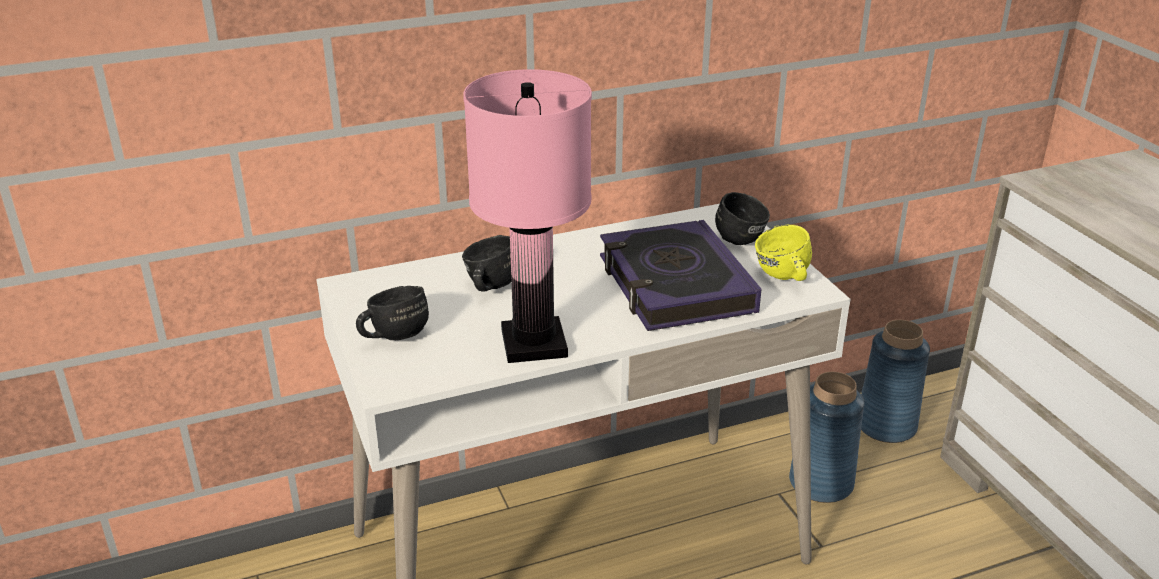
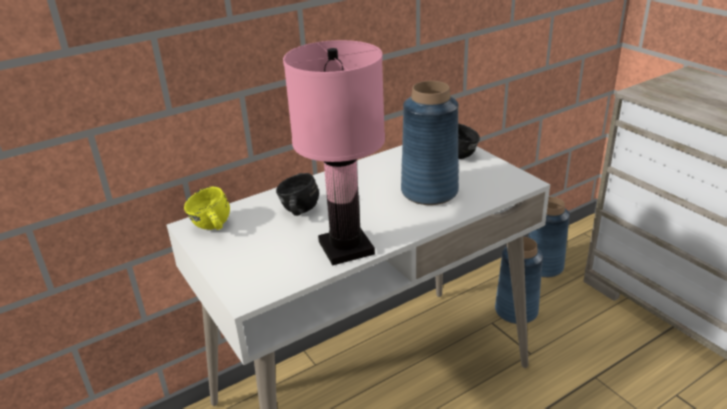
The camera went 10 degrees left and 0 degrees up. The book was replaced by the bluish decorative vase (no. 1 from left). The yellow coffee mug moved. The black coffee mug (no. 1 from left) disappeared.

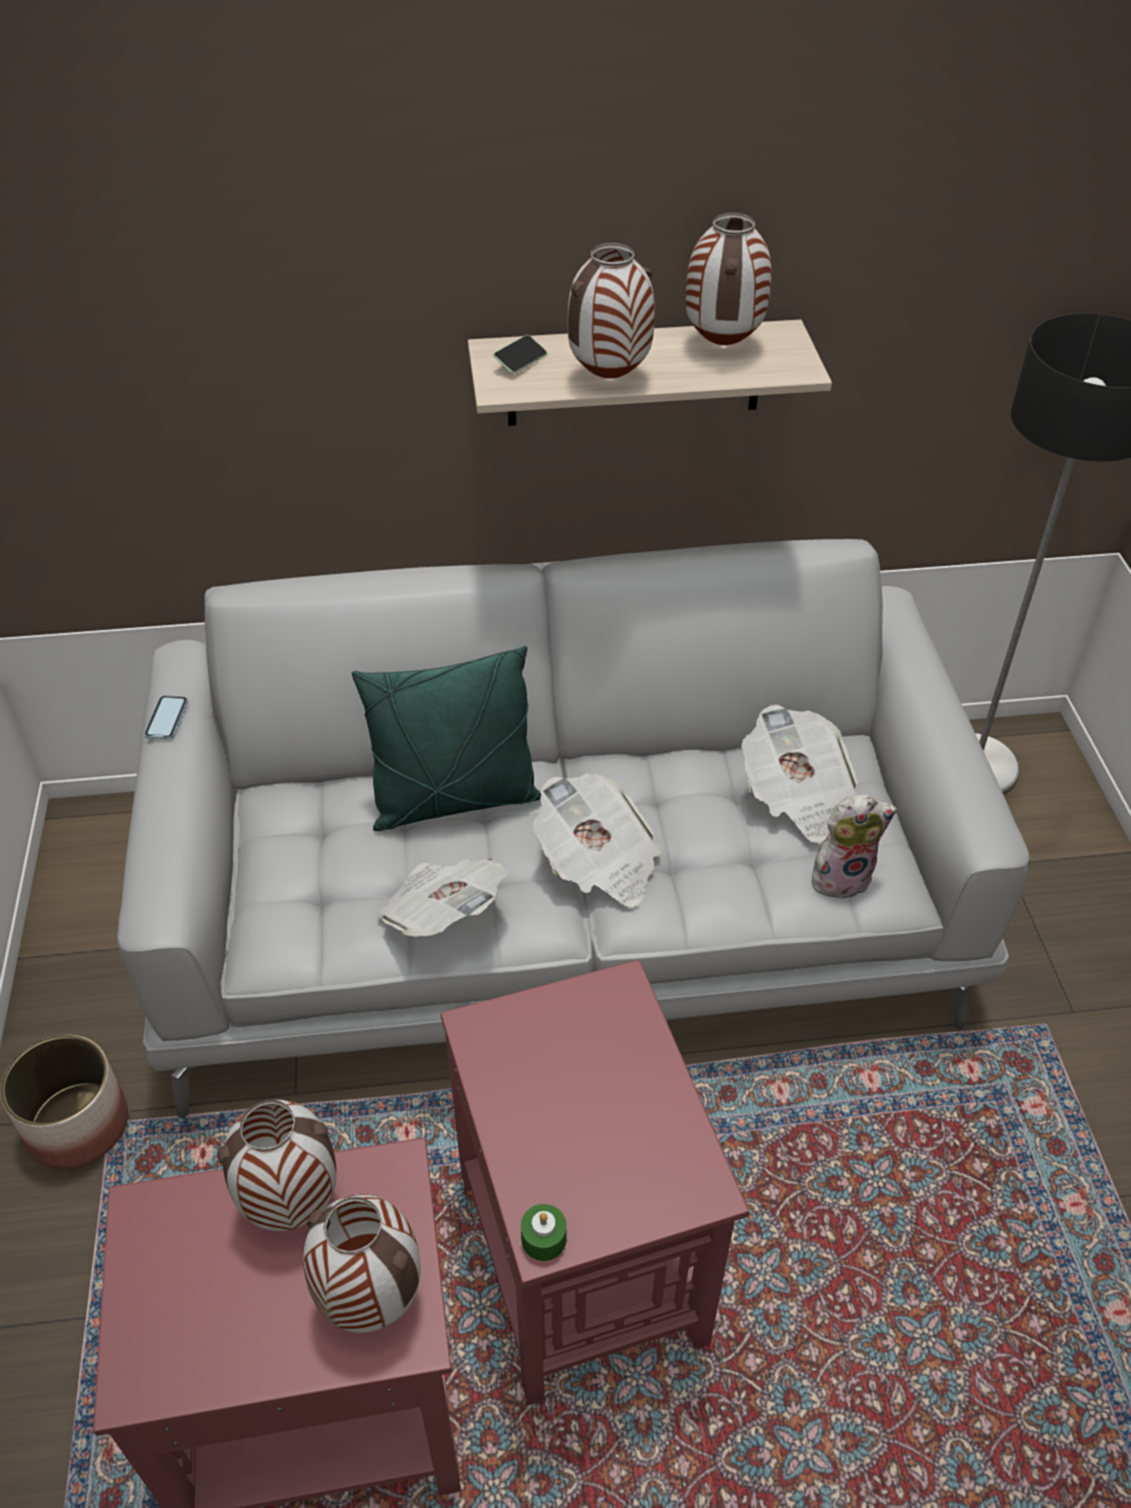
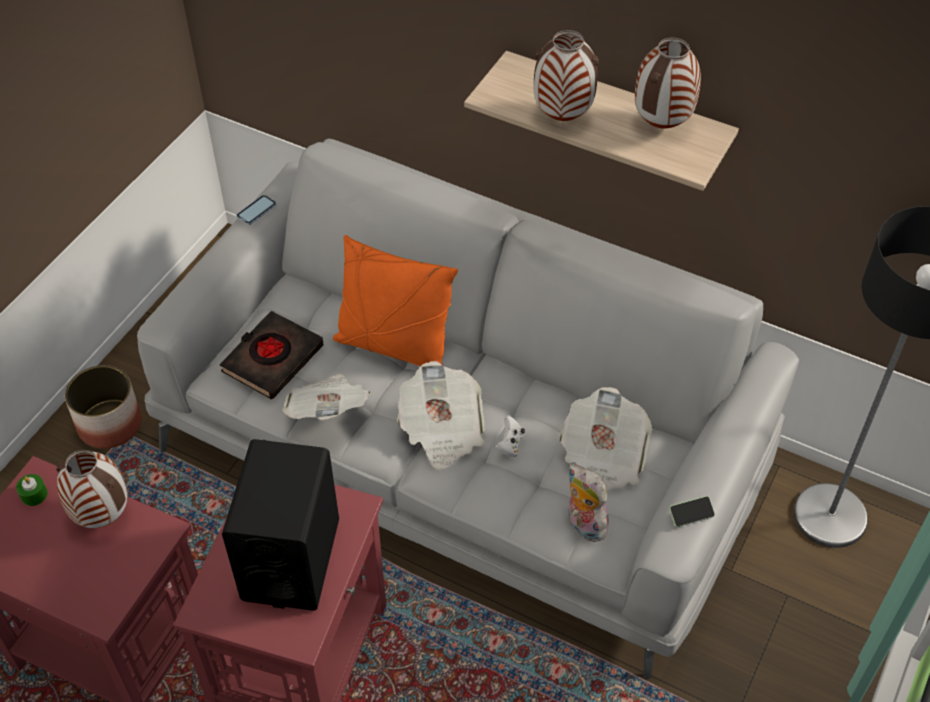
The camera went 35 degrees right and 5 degrees up. The telephone (no. 2 from left) moved. The green throw pillow became the orange-coloured throw pillow. The plush toy turned 150 degrees counterclockwise. The decorative vase (no. 2 from left) disappeared. The green wax candle moved. The black book appeared. The whitish gamepad appeared. The black loudspeaker appeared.

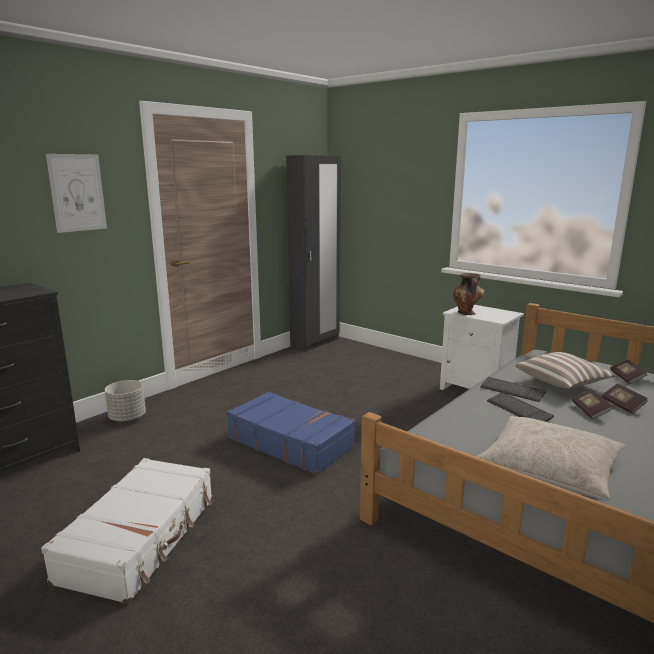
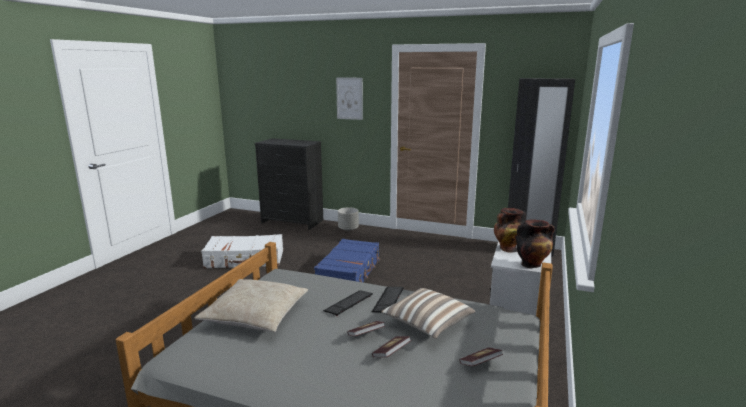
The camera went 70 degrees right and 0 degrees up. The decorative vase (no. 2 from left) appeared.

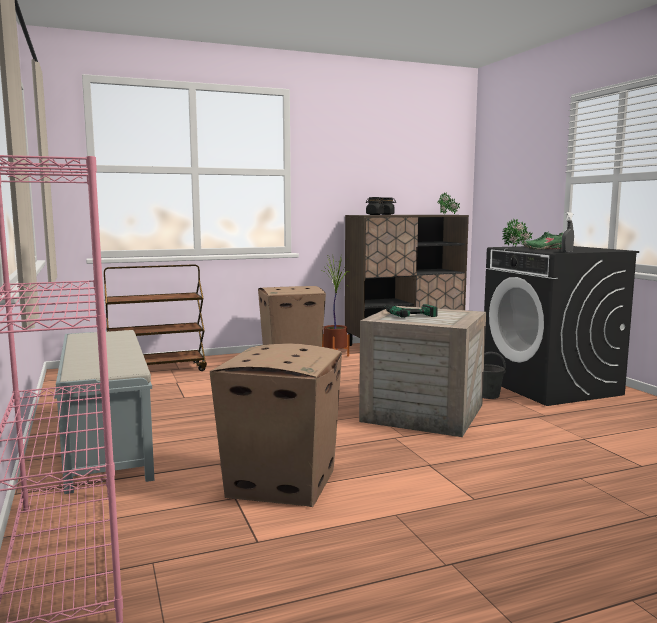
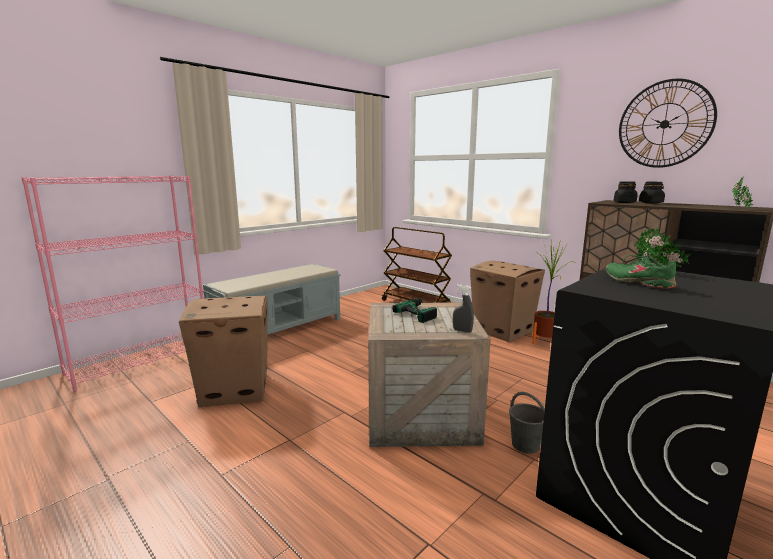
The camera went 65 degrees right and 5 degrees up. The gray hand sprayer moved. The wall clock appeared.

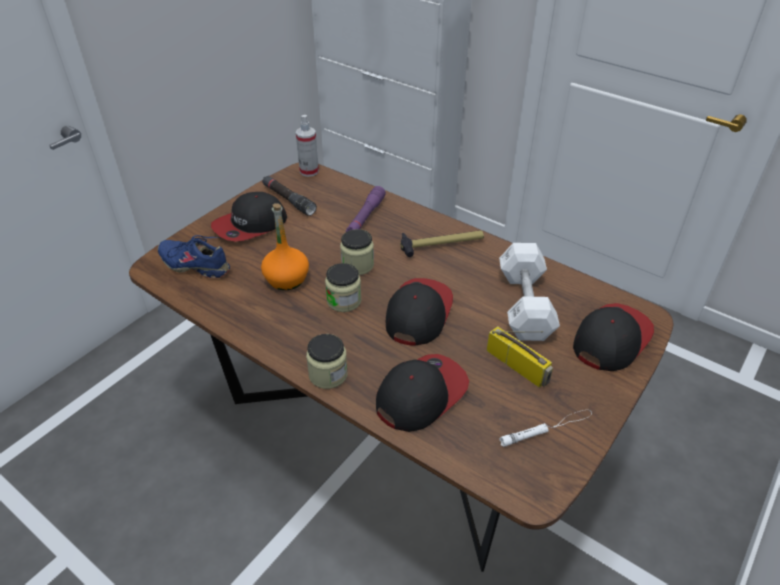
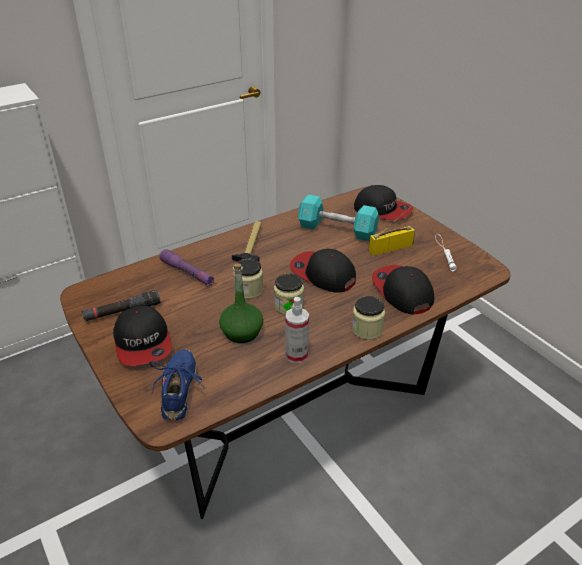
The camera went 70 degrees left and 5 degrees down. The hand sprayer moved. The orange-coloured bottle became the green bottle. The bluish shoe turned 135 degrees clockwise. The whitish dumbbell became the blue-green dumbbell. The peaked cap (no. 4 from left in the first image) turned 150 degrees clockwise.

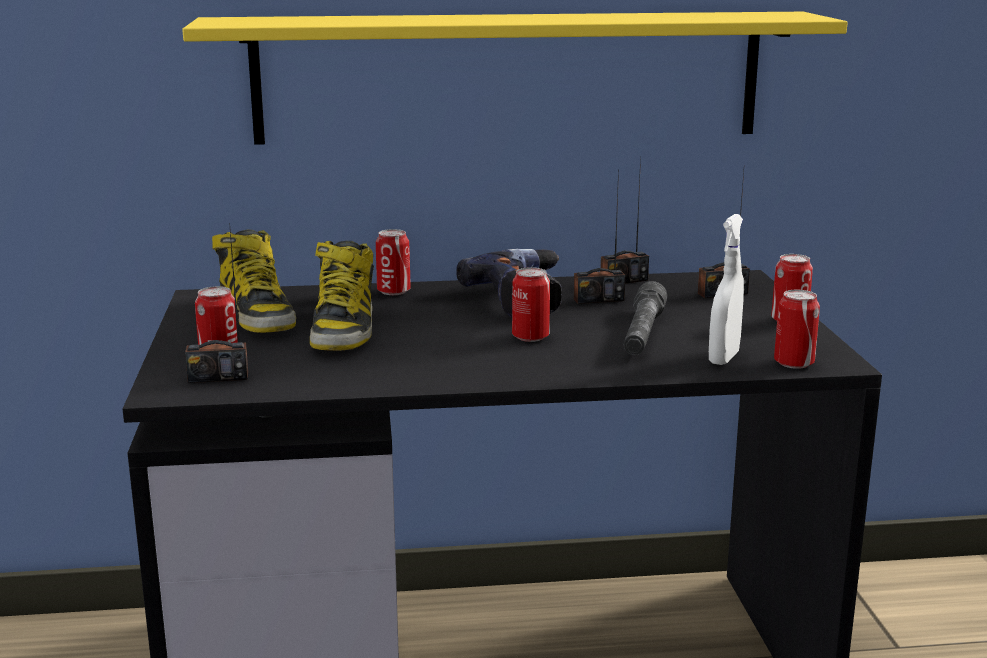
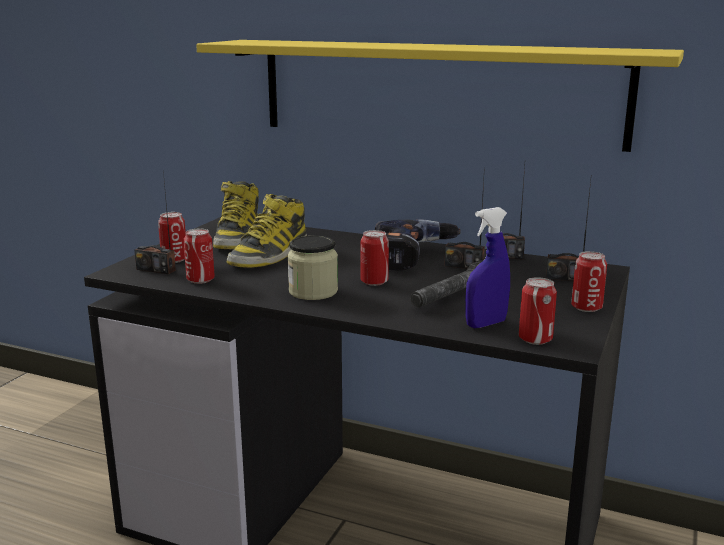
The camera went 30 degrees right and 0 degrees up. The whitish hand sprayer became the bluish hand sprayer. The sealed can (no. 2 from left) moved. The preserve jar appeared.

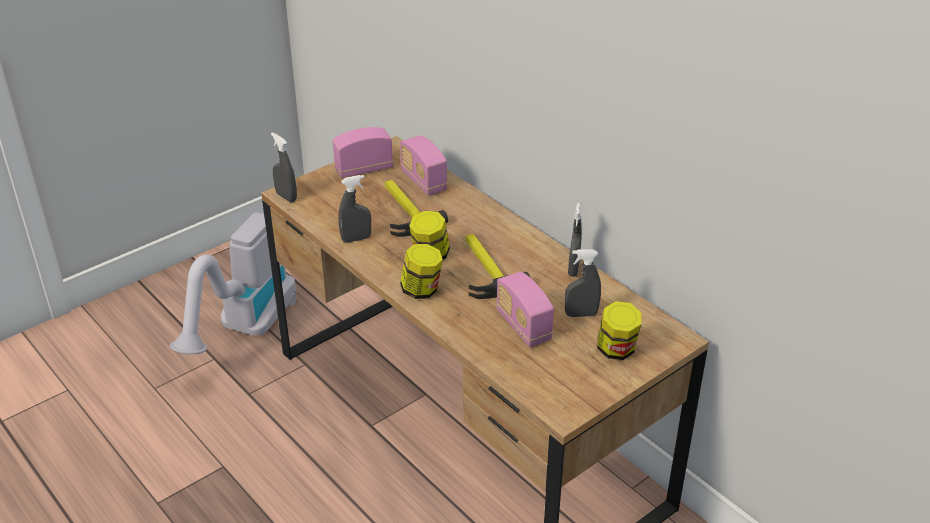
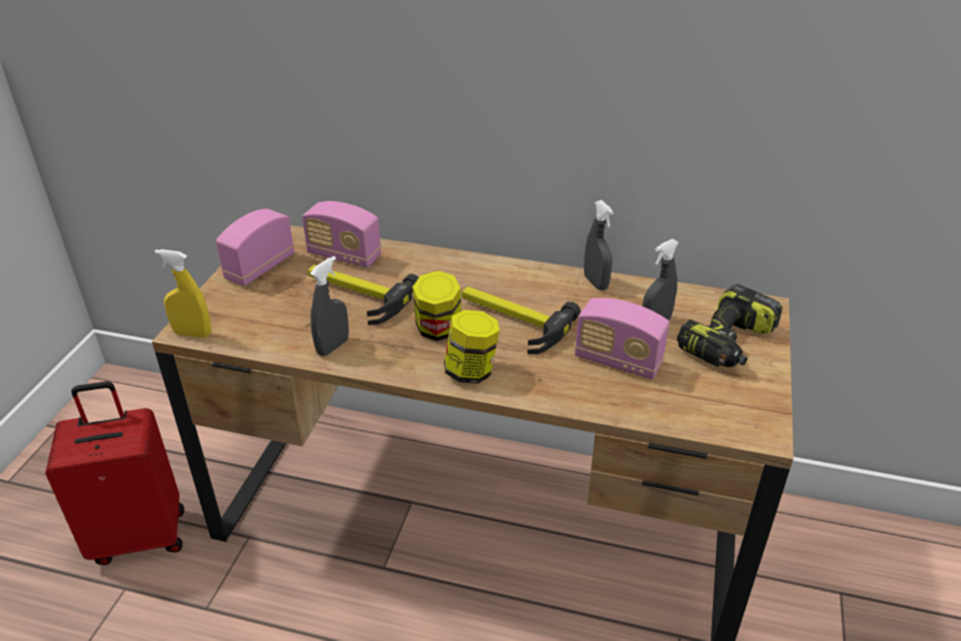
The camera went 35 degrees left and 0 degrees up. The gray hand sprayer (no. 1 from left) became the yellow hand sprayer. The hoover was replaced by the red-coloured suitcase. The preserve jar (no. 3 from left) was replaced by the drill.

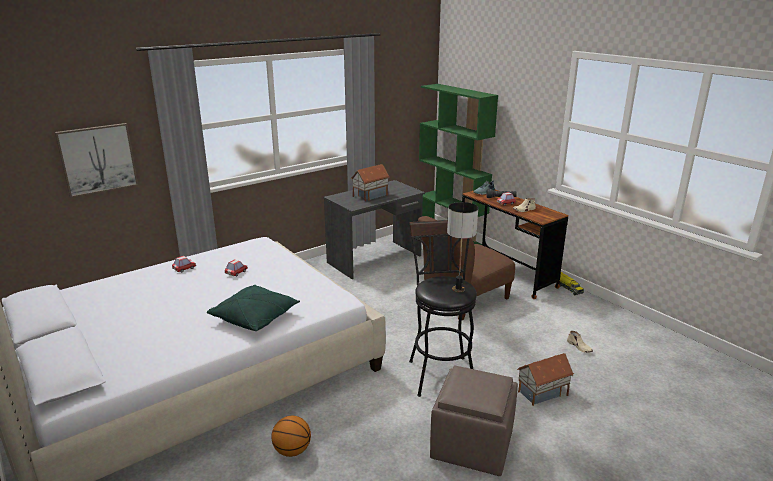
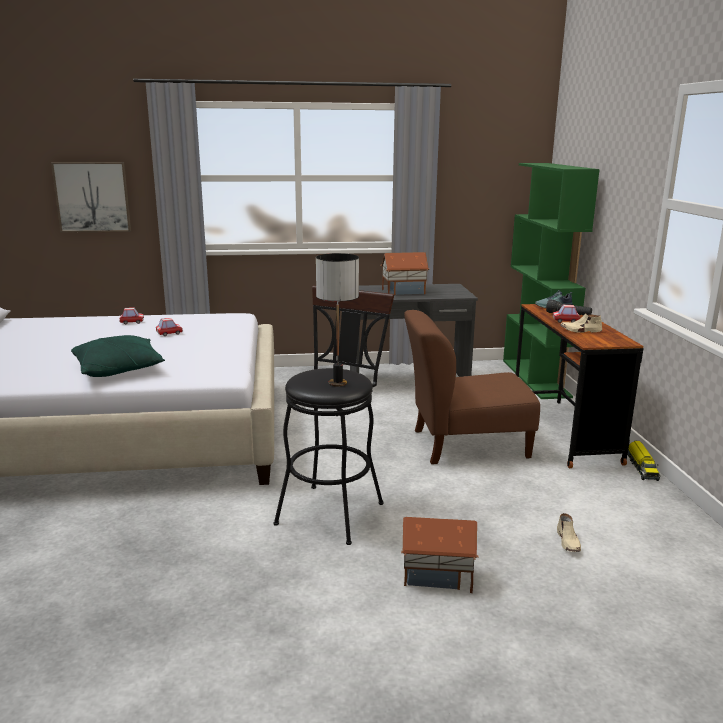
The camera went 30 degrees right and 5 degrees down. The brown footrest disappeared. The basketball ball disappeared.

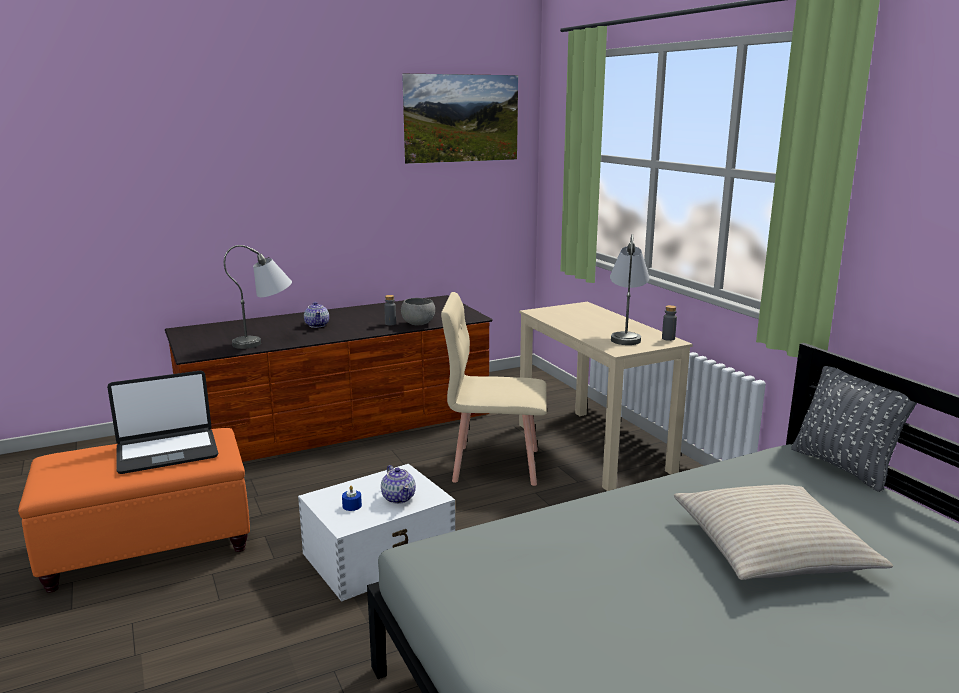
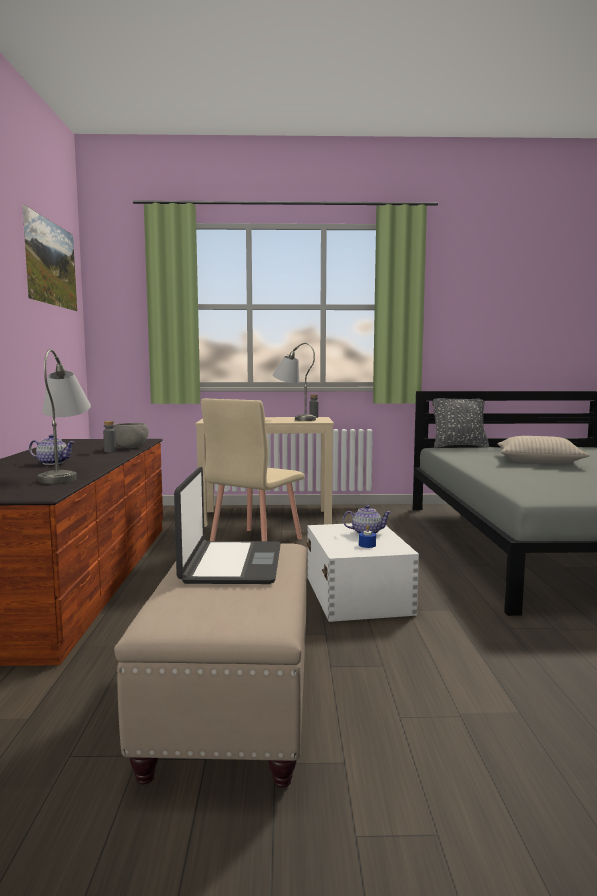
The camera went 65 degrees left and 10 degrees down. The orange-coloured footrest became the beige-coloured footrest.

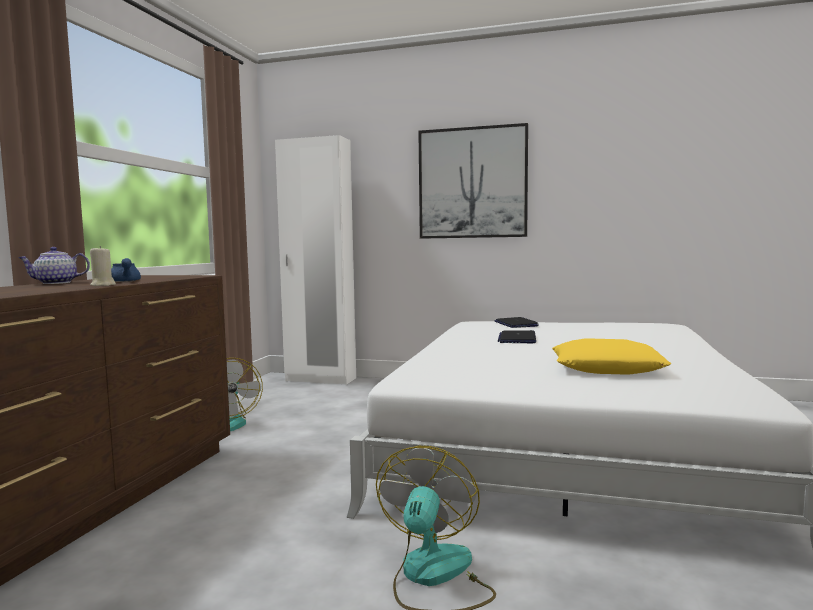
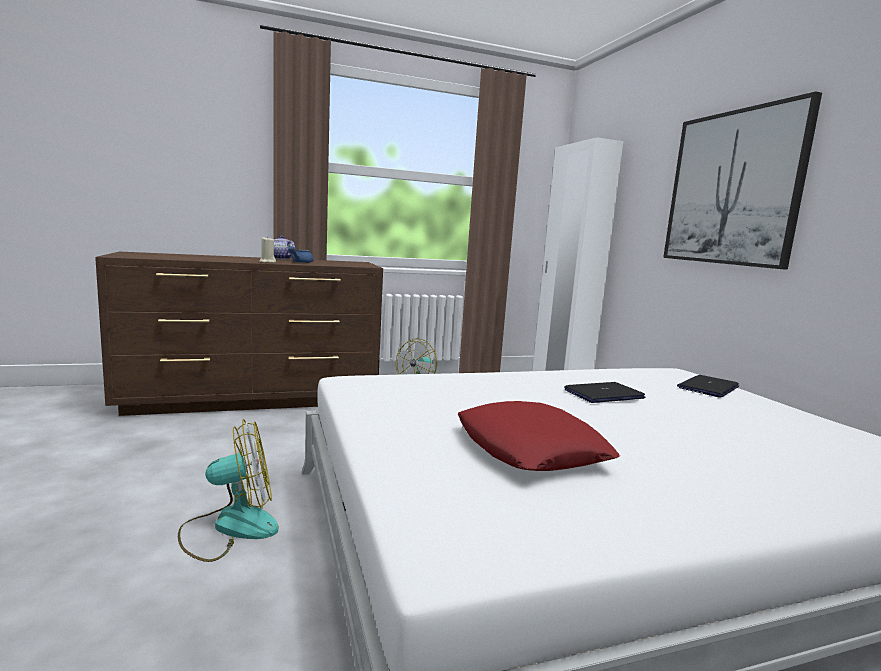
The camera went 55 degrees right and 5 degrees up. The yellow throw pillow became the red-coloured throw pillow.

